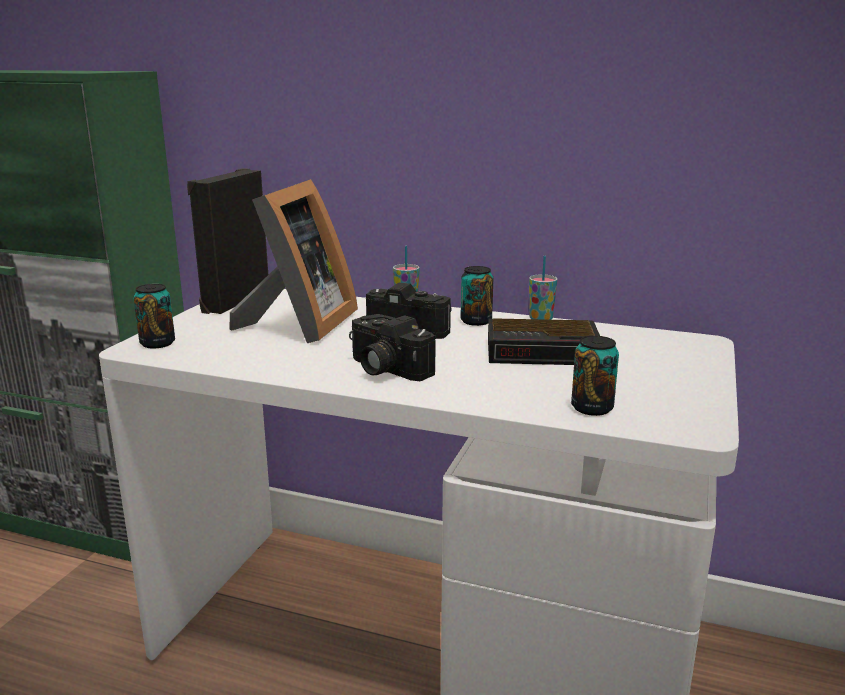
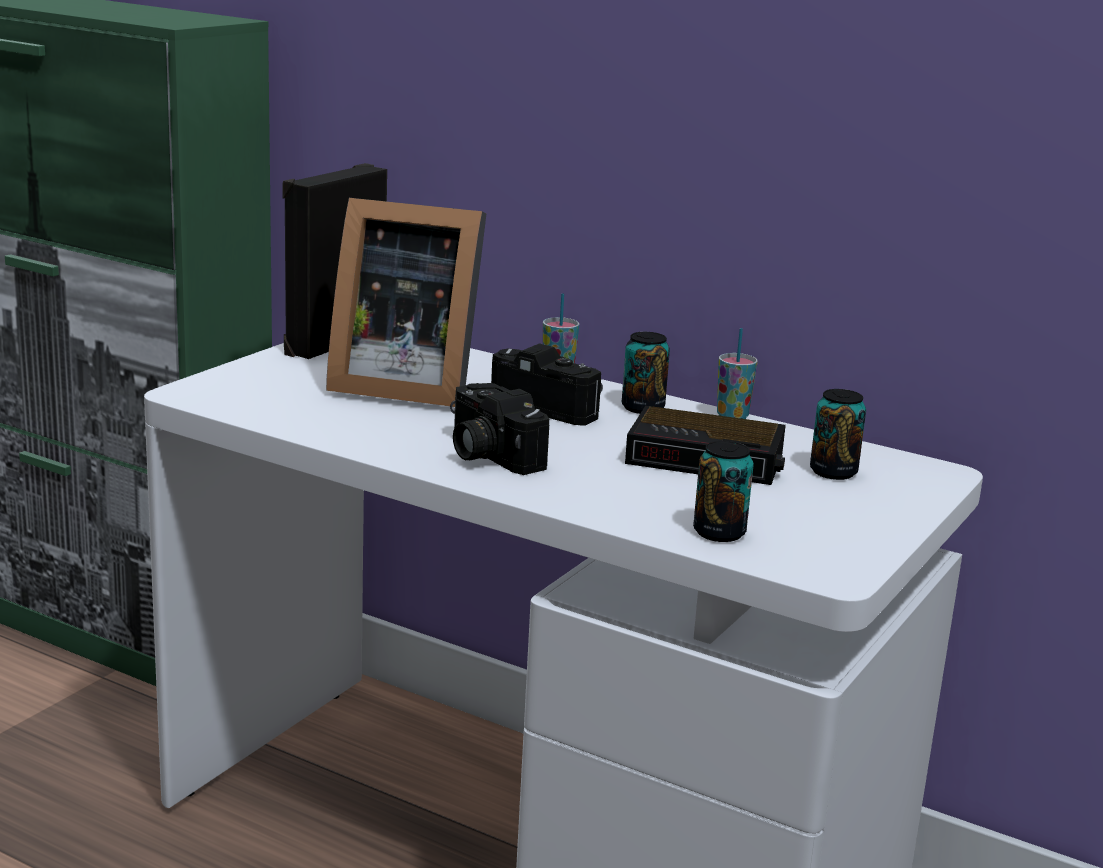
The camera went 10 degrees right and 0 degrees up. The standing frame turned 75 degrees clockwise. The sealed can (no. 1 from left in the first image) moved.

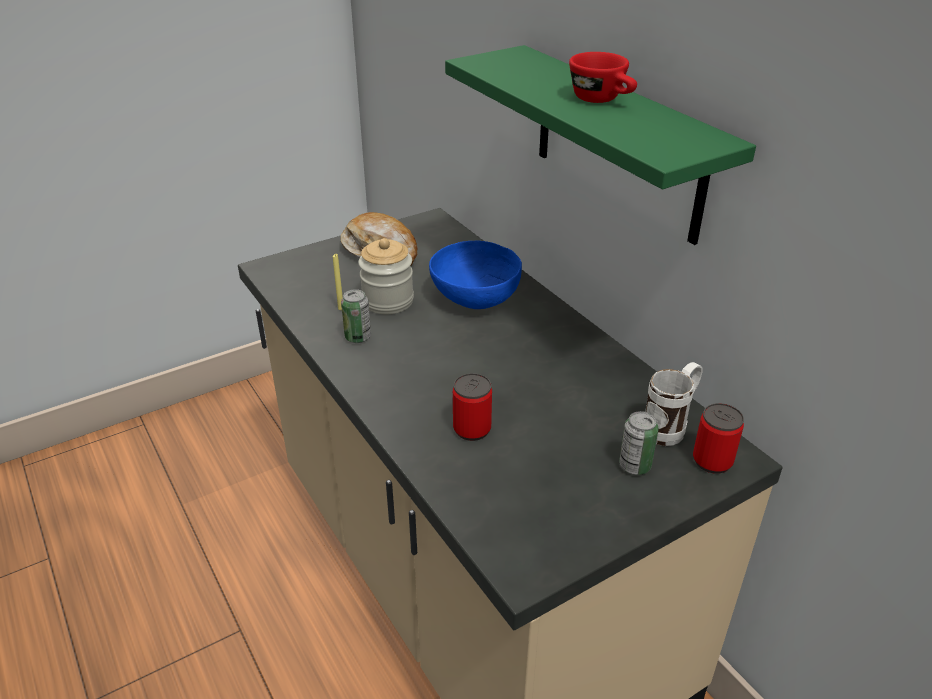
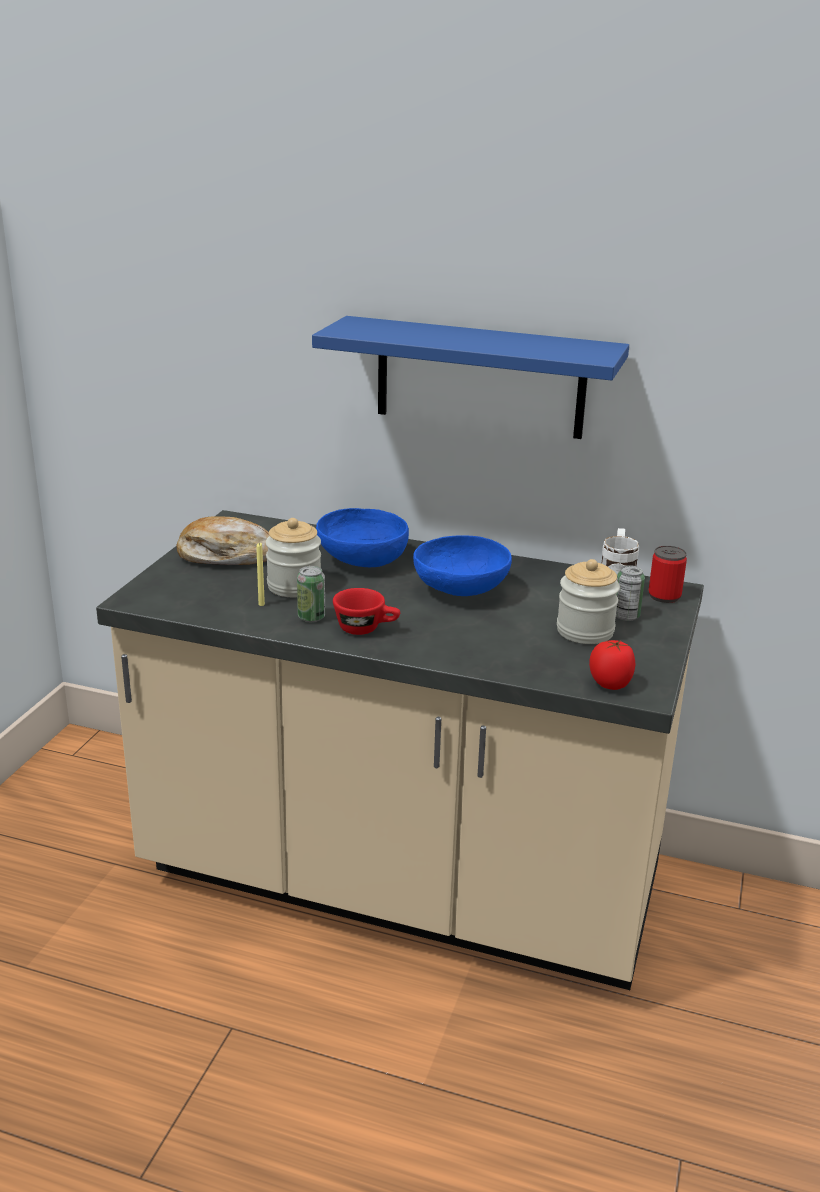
The camera went 40 degrees left and 10 degrees down. The green bracket shelf became the bluish bracket shelf. The red-coloured drinking cup moved. The sealed can (no. 2 from left) disappeared. The bluish serving bowl (no. 2 from left) appeared. The preserve jar (no. 2 from left) appeared. The fresh tomato appeared.

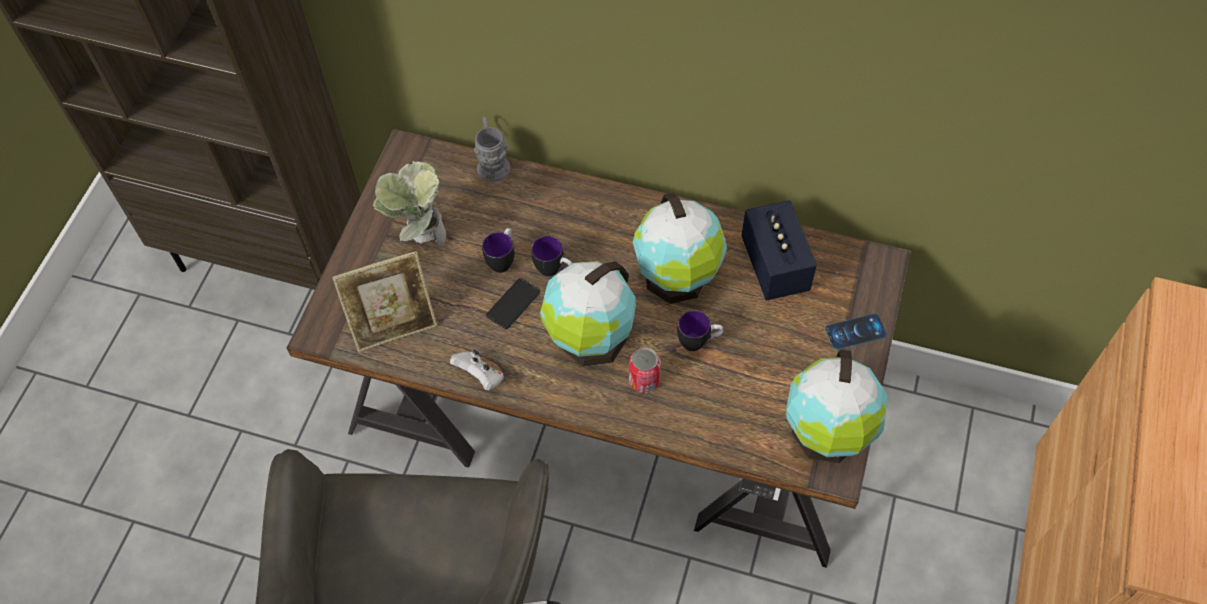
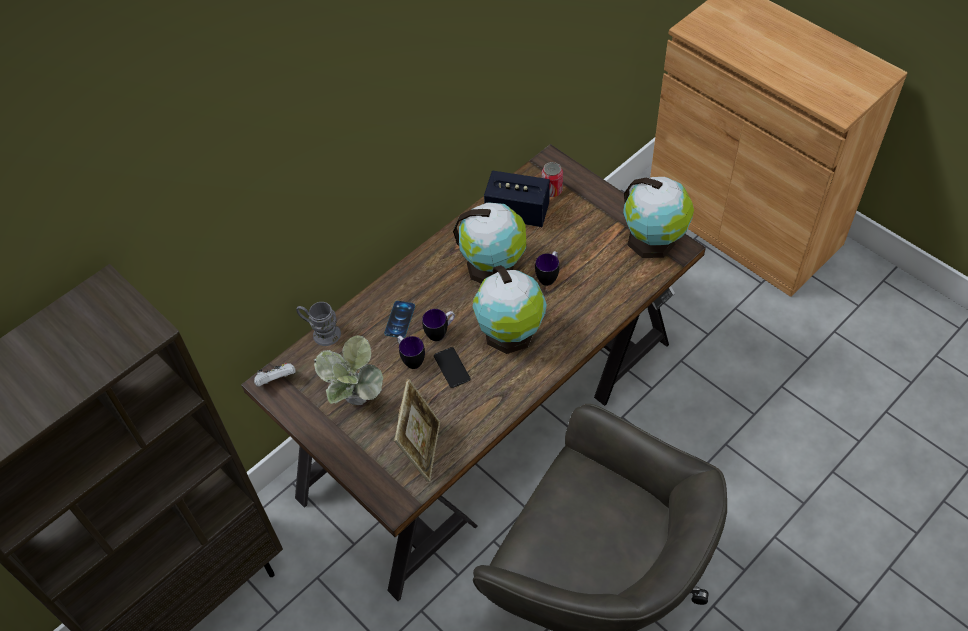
The camera went 60 degrees left and 5 degrees down. The telephone (no. 2 from left in the first image) moved. The sealed can moved. The whitish gamepad moved.

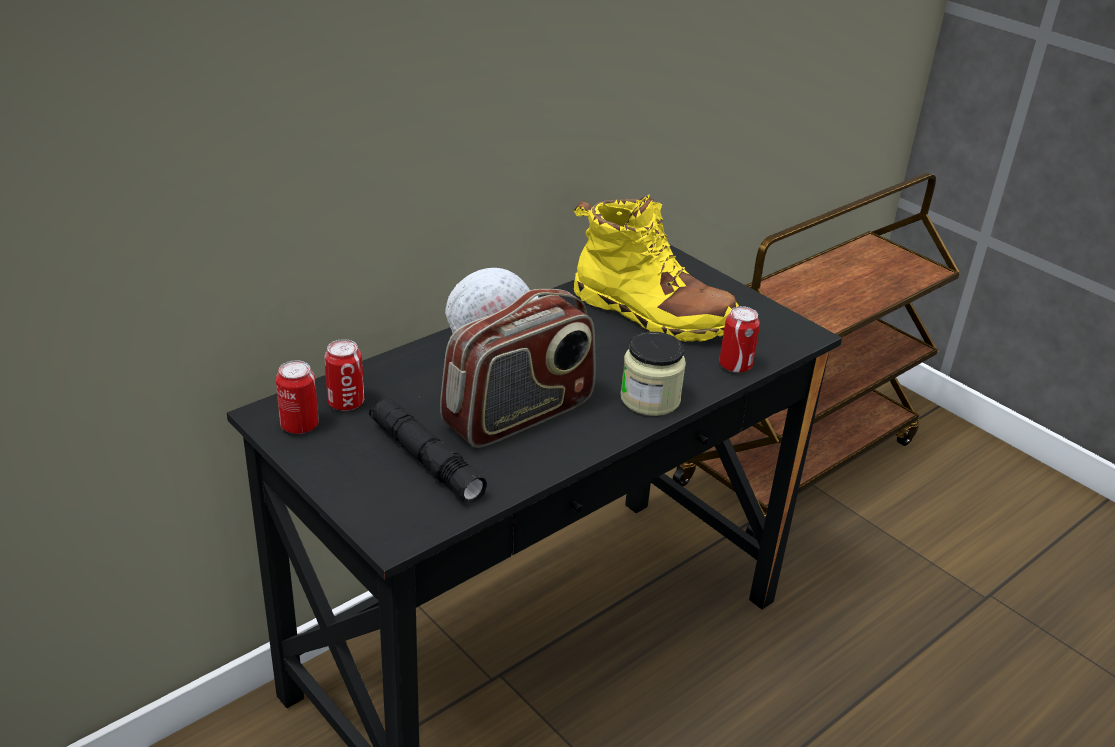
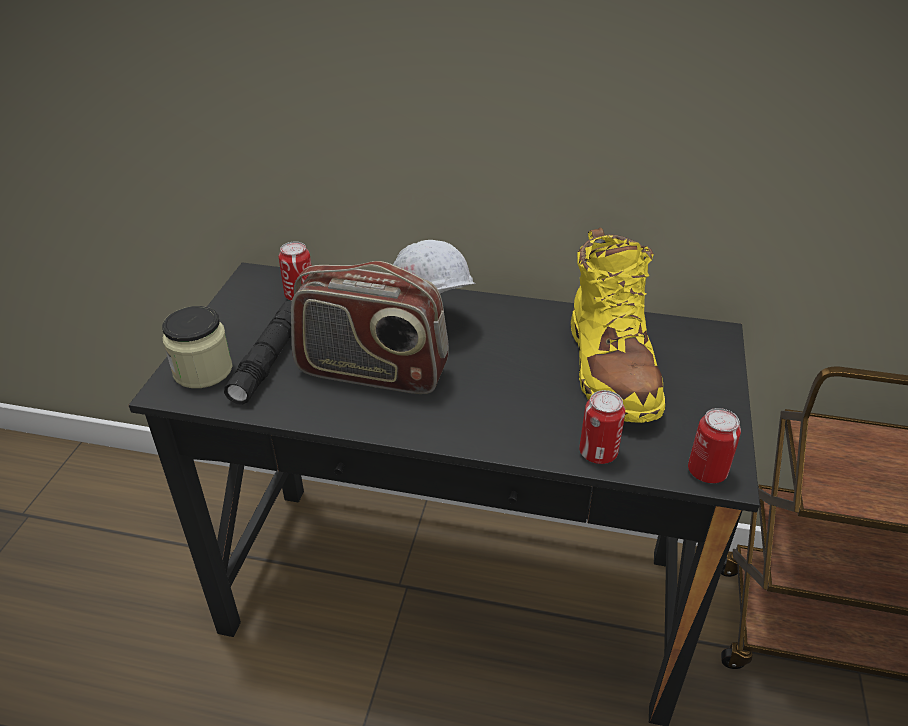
The camera went 55 degrees right and 5 degrees up. The preserve jar moved. The sealed can (no. 1 from left in the first image) moved.

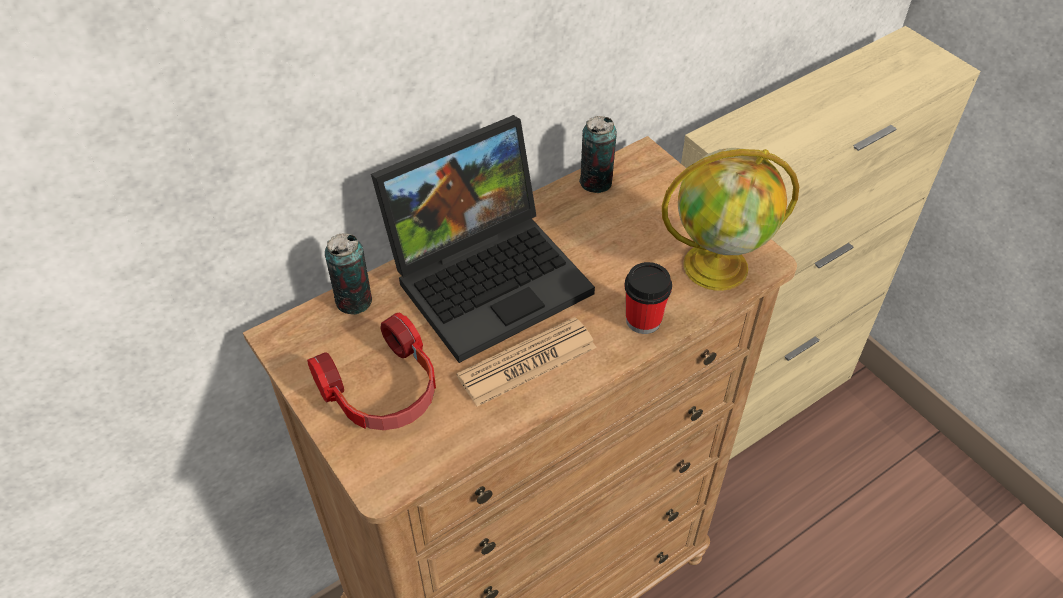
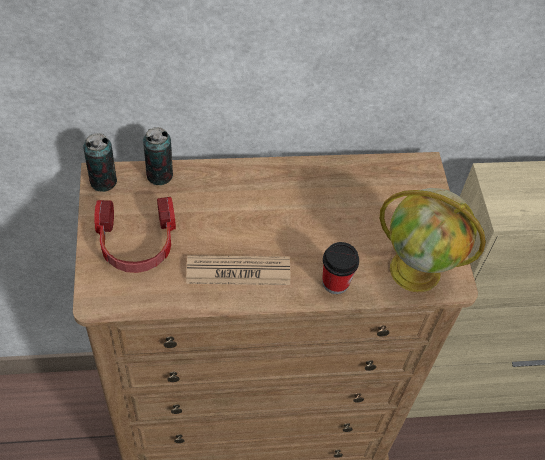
The camera went 25 degrees right and 5 degrees up. The portable computer disappeared. The sealed can (no. 2 from left in the first image) moved.

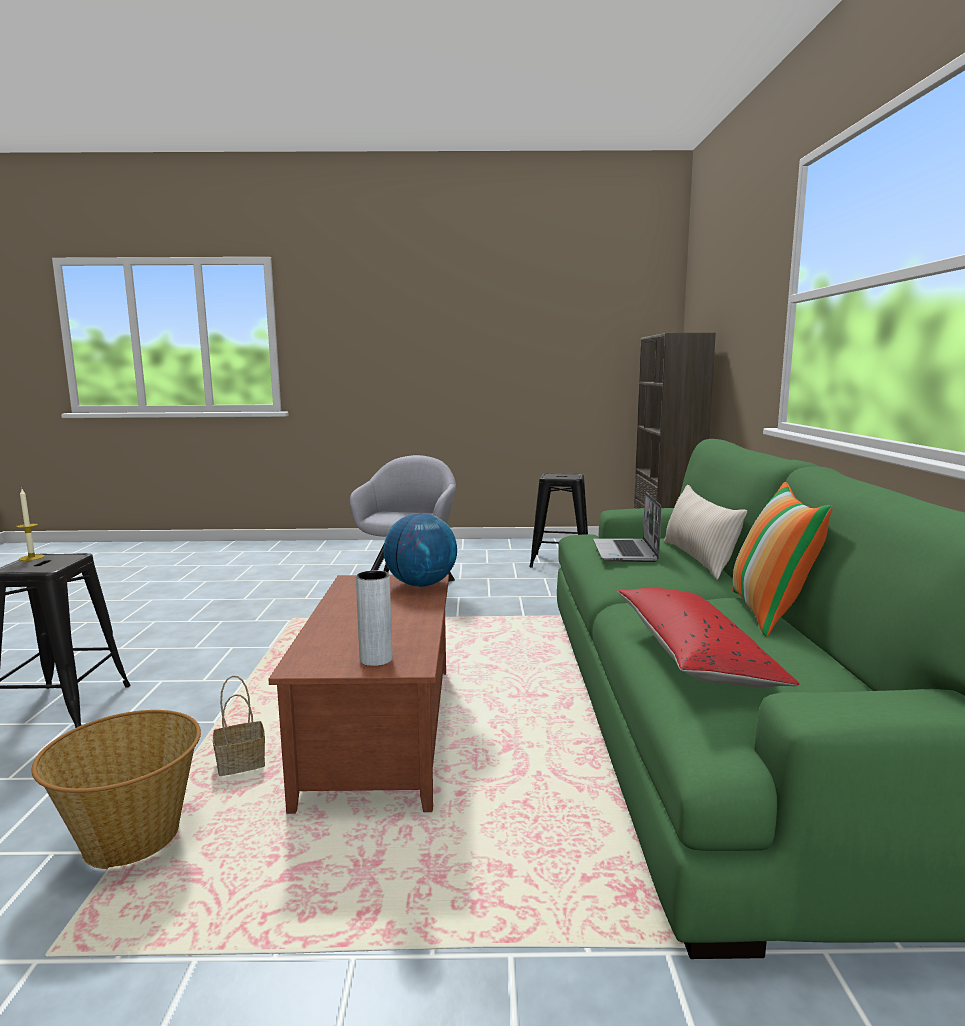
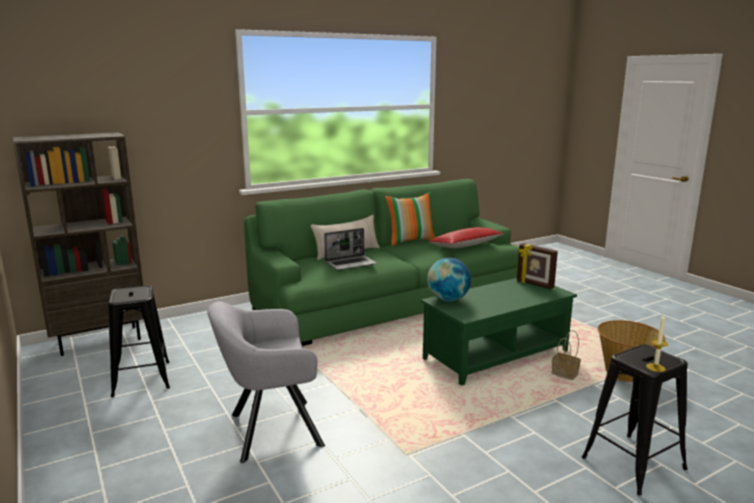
The camera went 120 degrees left and 5 degrees up. The gray decorative vase was replaced by the standing frame. The brown low table became the green low table.

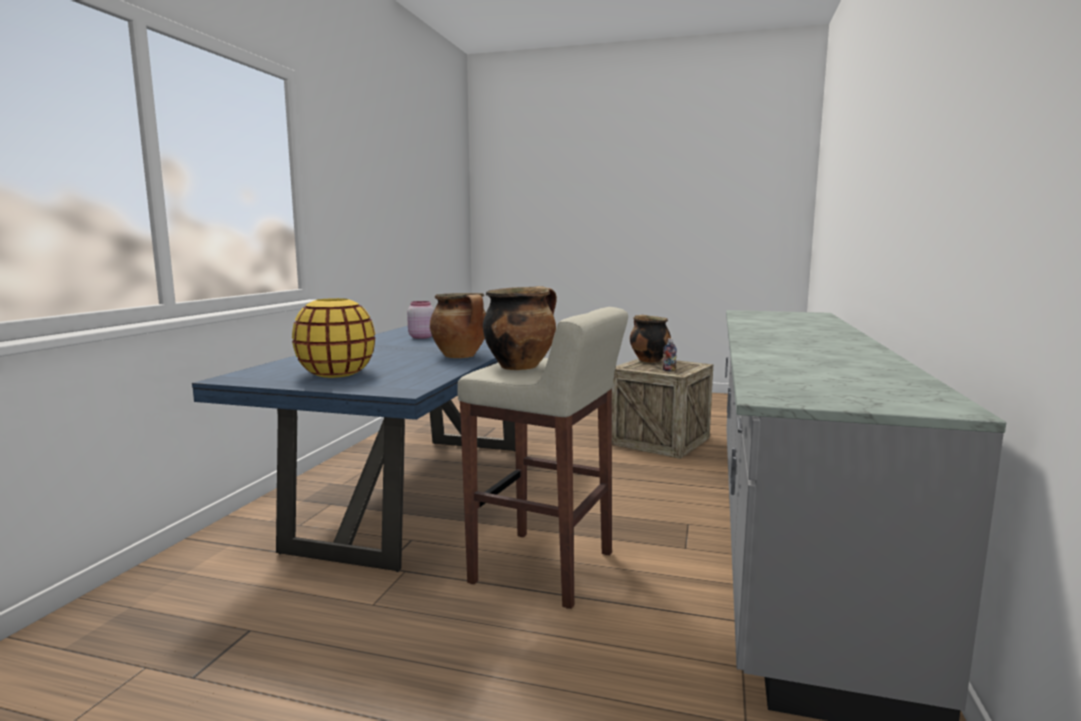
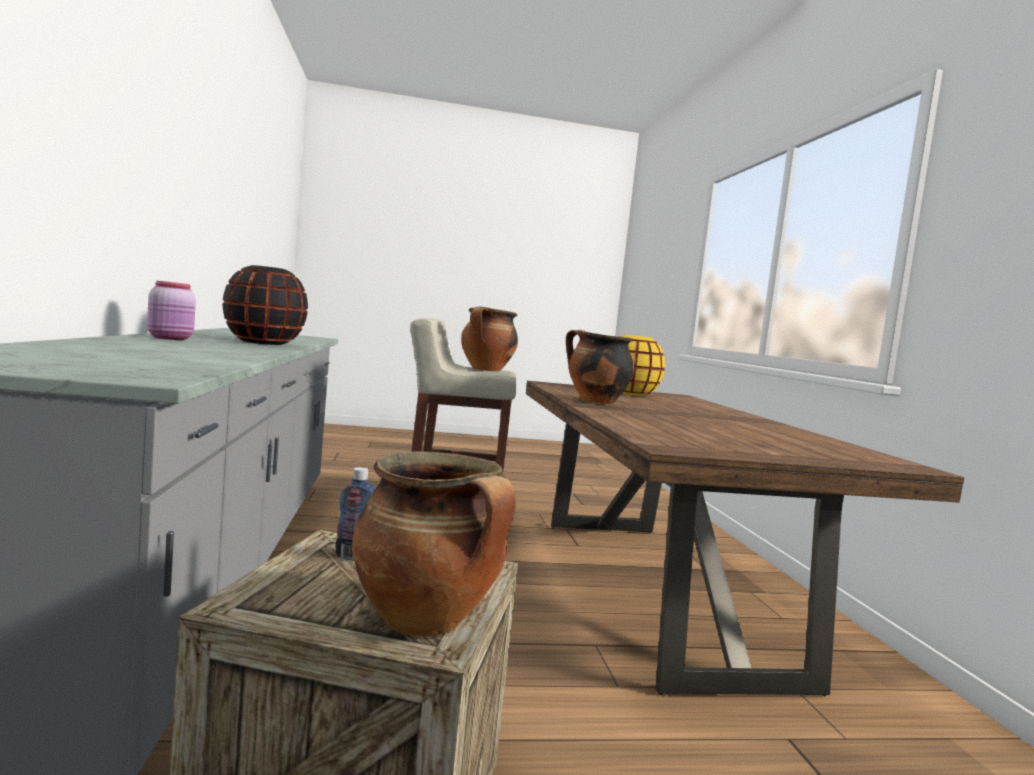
The camera went 155 degrees right and 5 degrees down. The pink-coloured preserve jar moved. The bluish dining table became the brown dining table. The black decorative vase appeared.

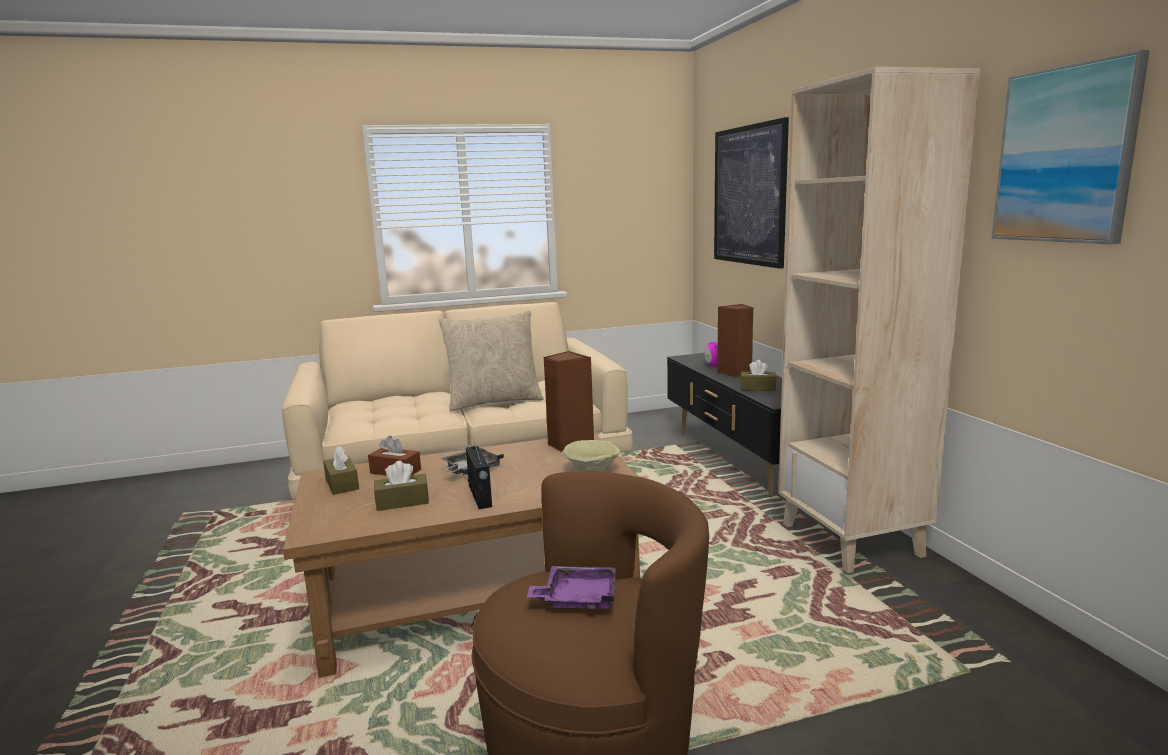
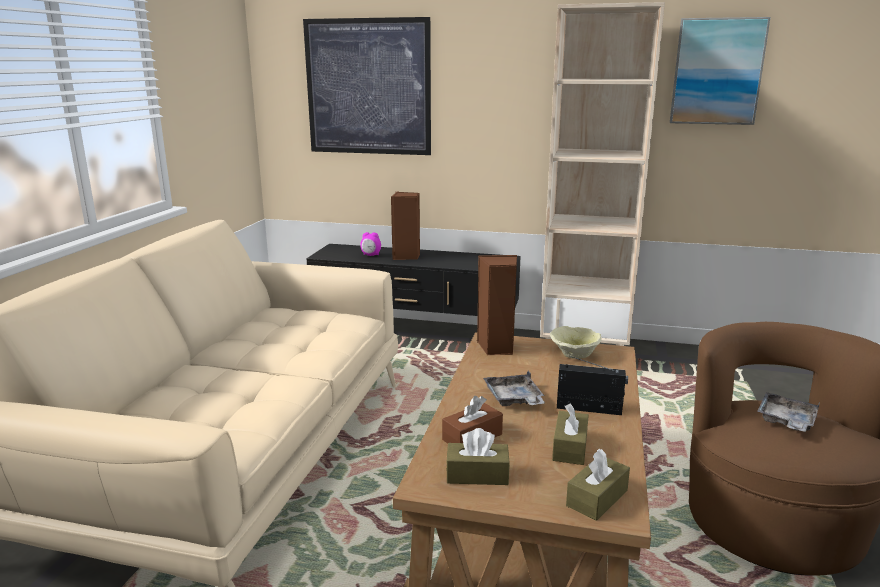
The camera went 60 degrees left and 5 degrees up. The beige-coloured throw pillow disappeared. The brown box of tissues (no. 4 from left) moved. The purple-coloured tray became the gray tray (no. 2 from left).

